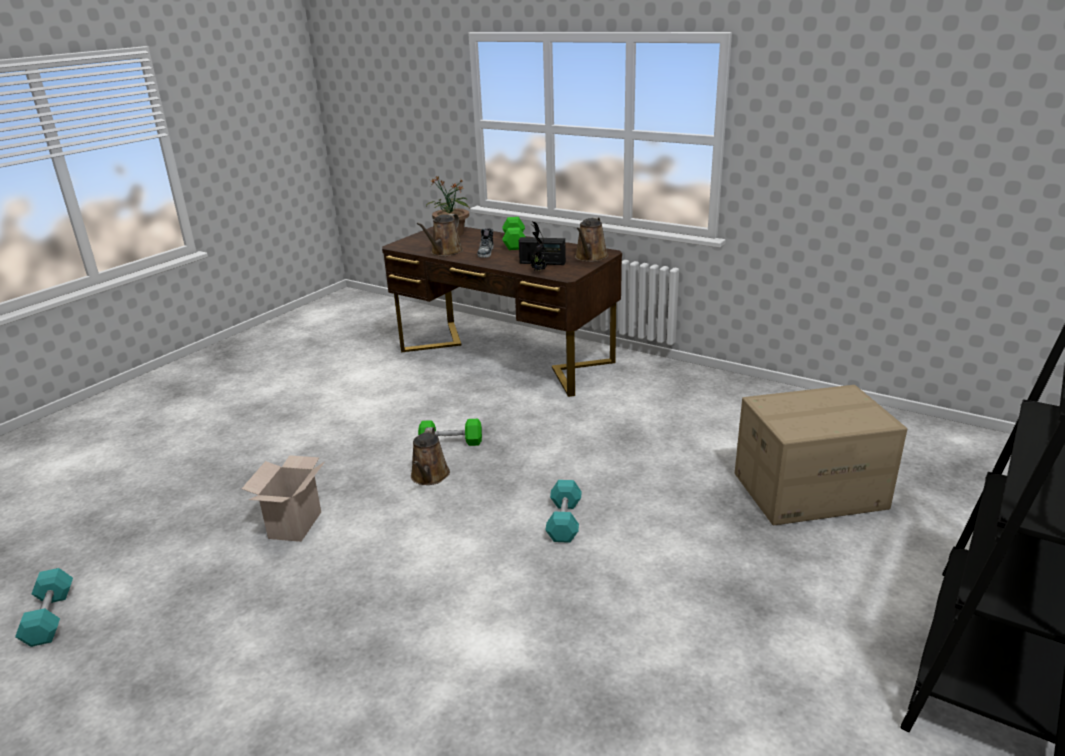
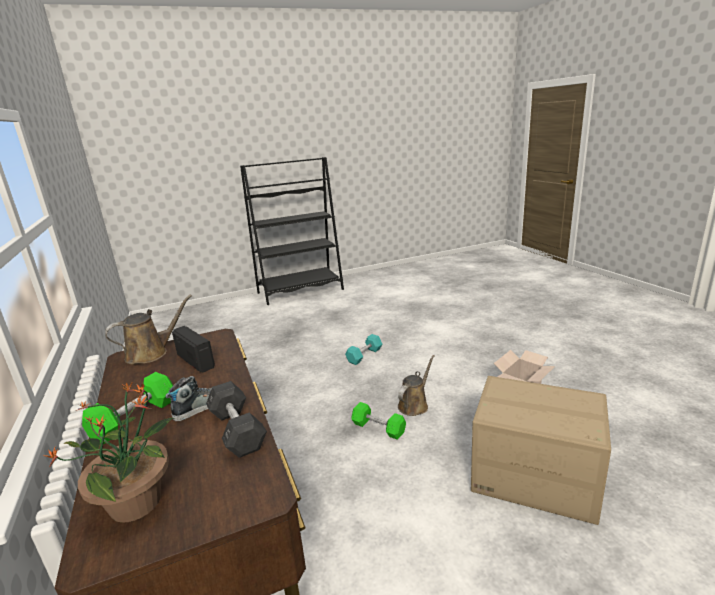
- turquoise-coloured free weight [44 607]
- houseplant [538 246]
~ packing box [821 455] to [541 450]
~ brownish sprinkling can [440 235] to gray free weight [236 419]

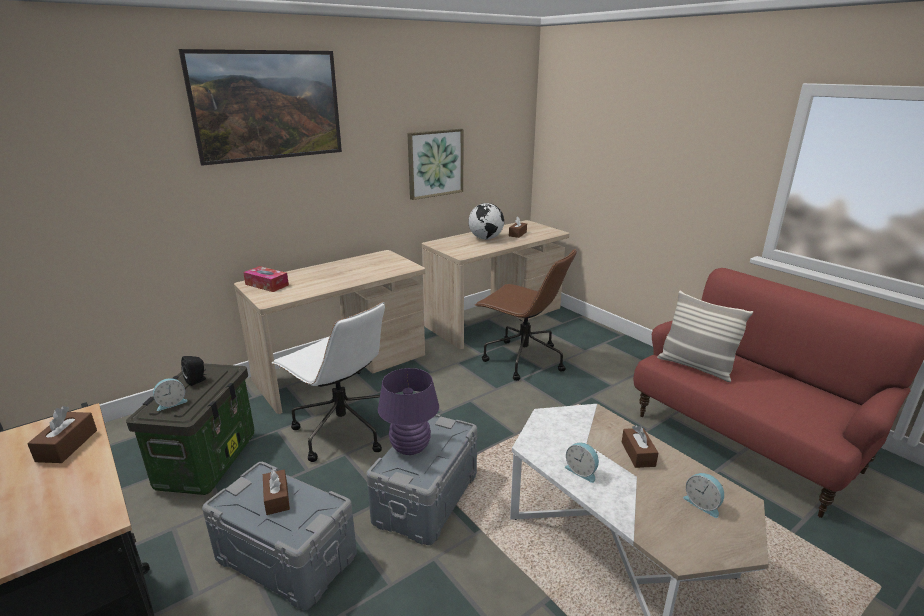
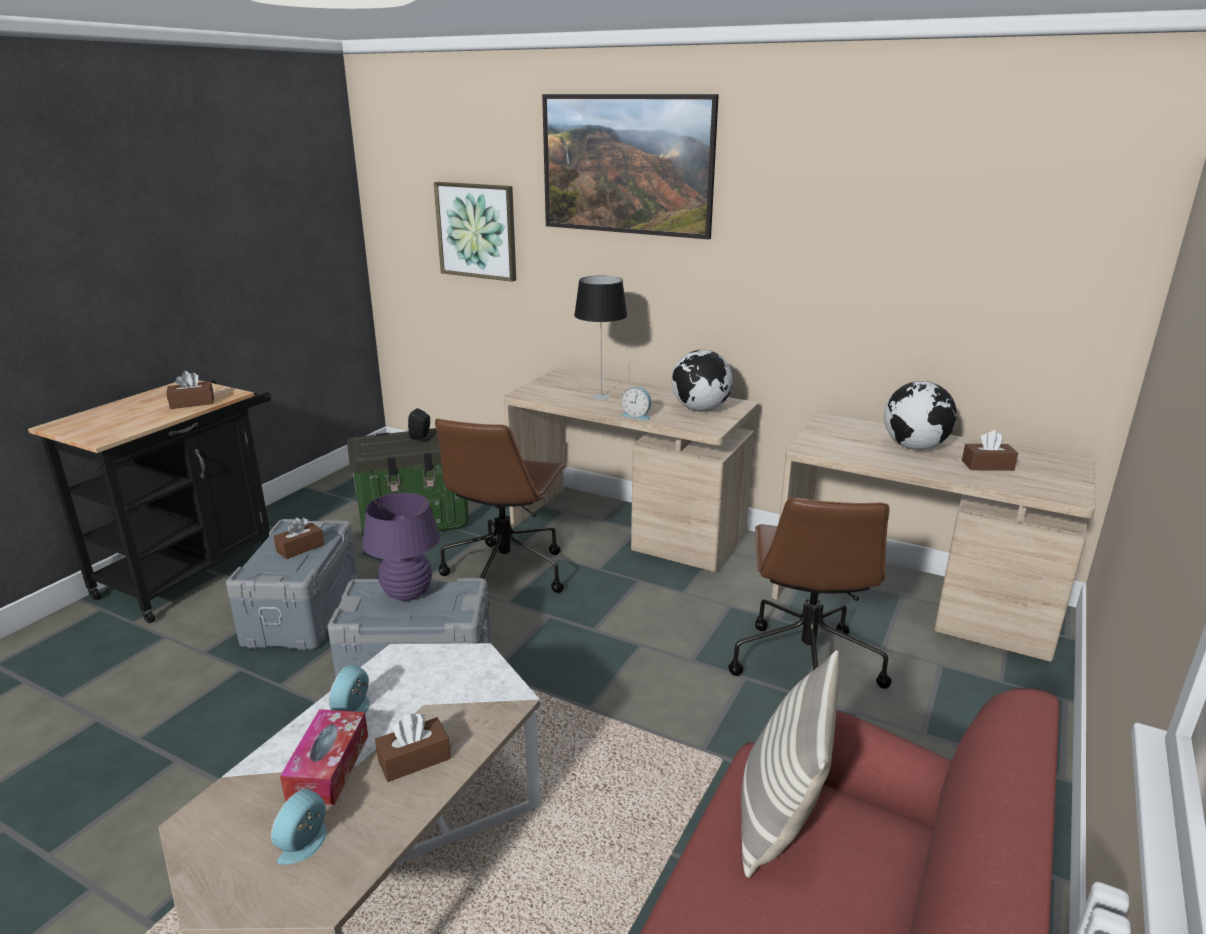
+ lamp for a table [600 338]
+ globe [702 380]
~ bedside clock [170 394] to [636 403]
~ tissue box [266 279] to [324 757]
~ wall picture [435 164] to [475 232]
~ whitish desk chair [328 382] to brownish desk chair [501 510]

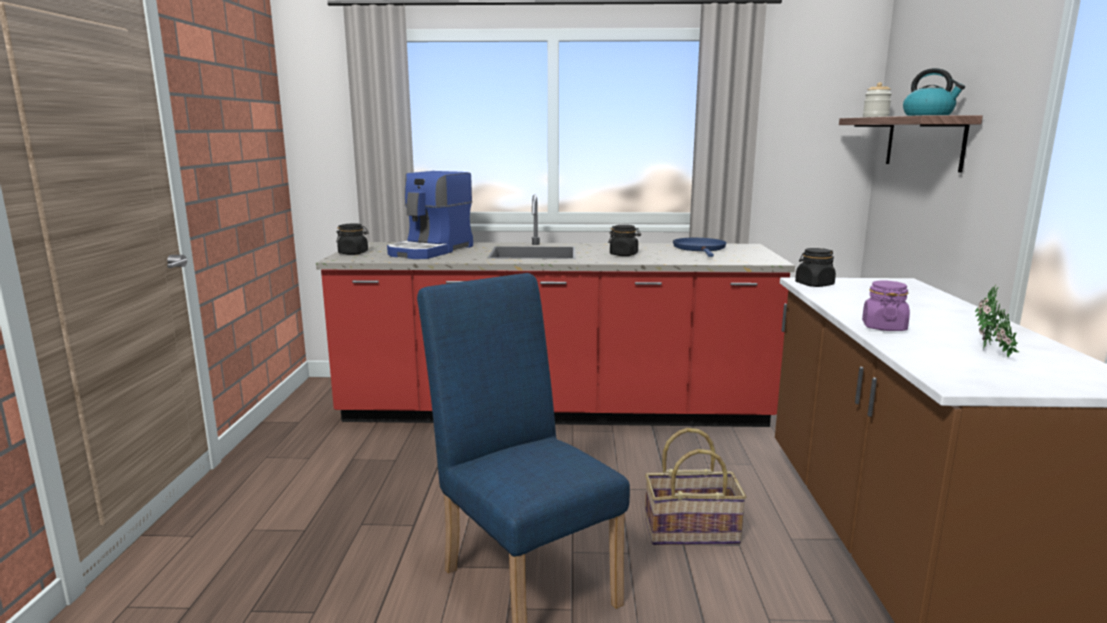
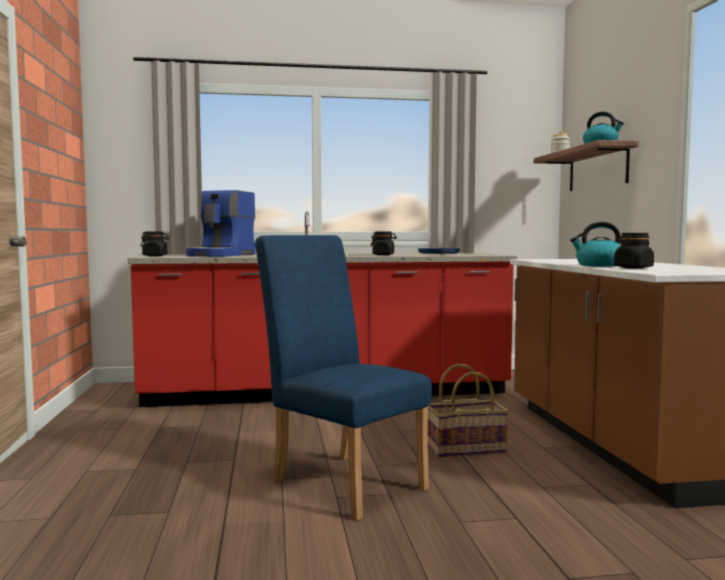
- houseplant [997 320]
~ blackish preserve jar [815 267] to [634 251]
~ purplish preserve jar [886 306] to tea kettle [595 244]

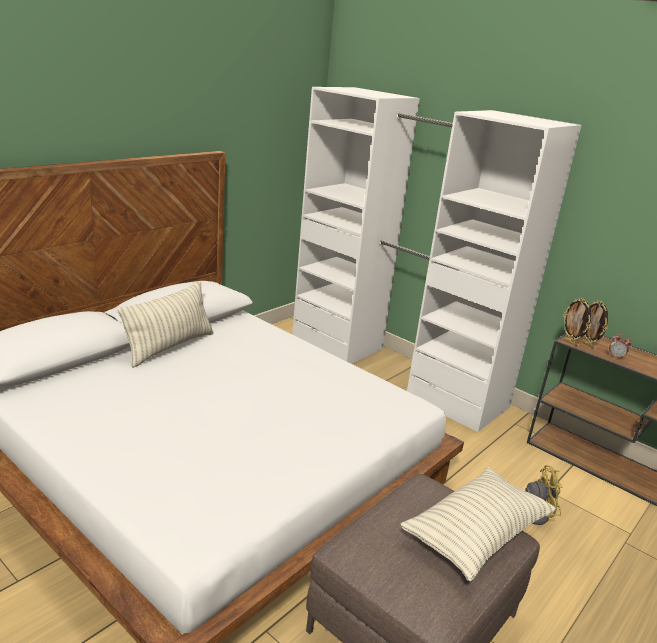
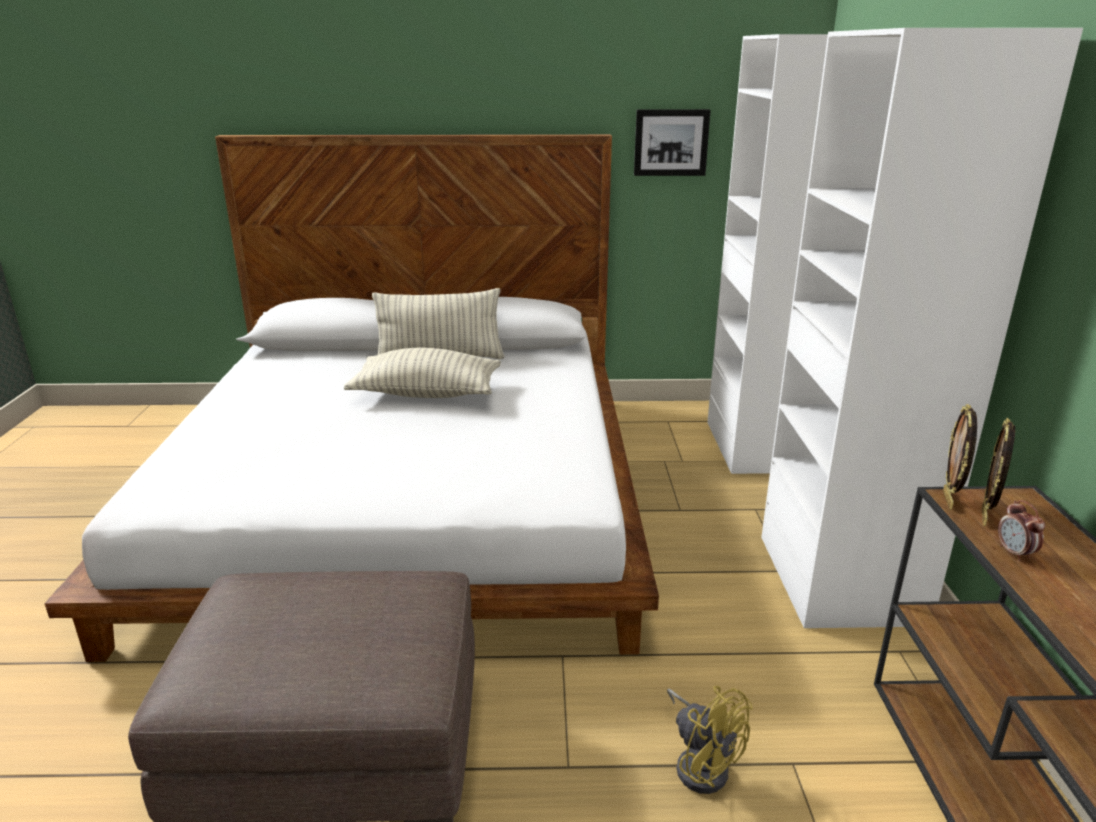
+ wall picture [672 142]
~ cushion [478 524] to [422 373]

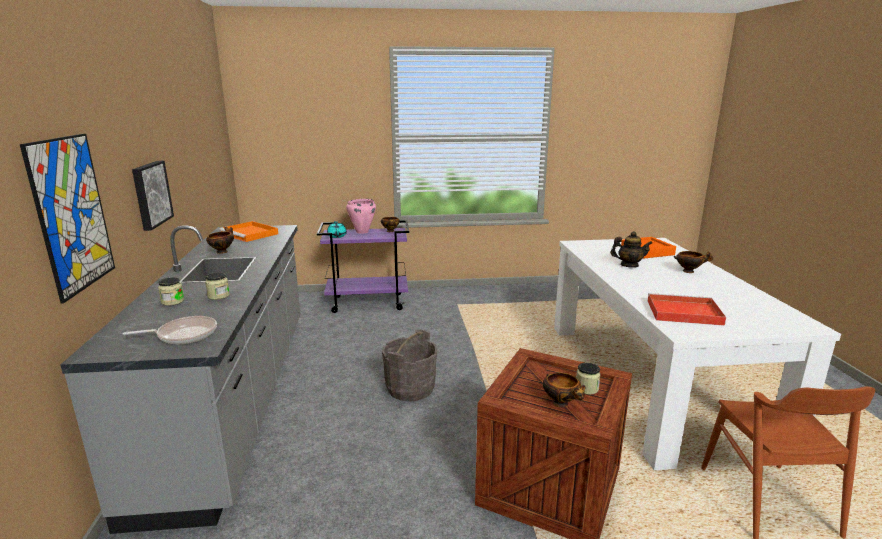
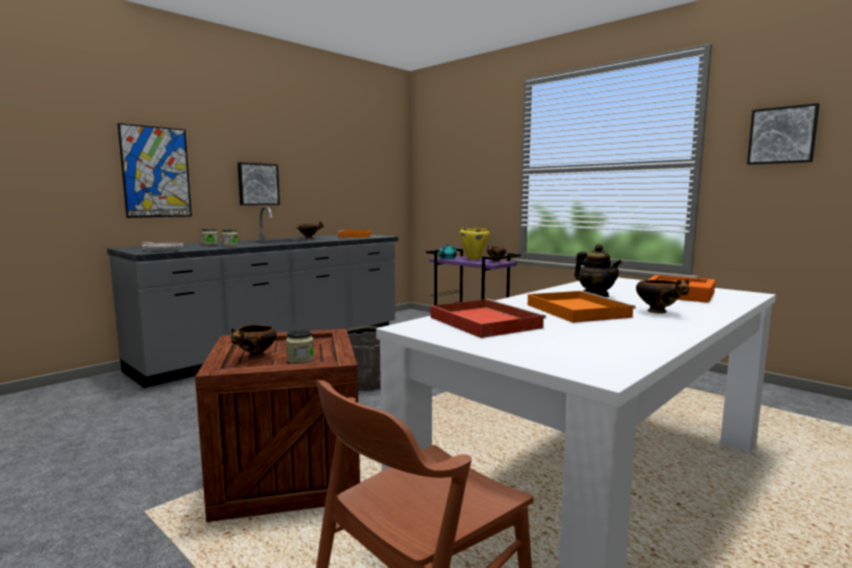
+ orangey tray [582 307]
+ wall picture [783 134]
~ pink cooking pot [361 216] to yellow cooking pot [474 243]

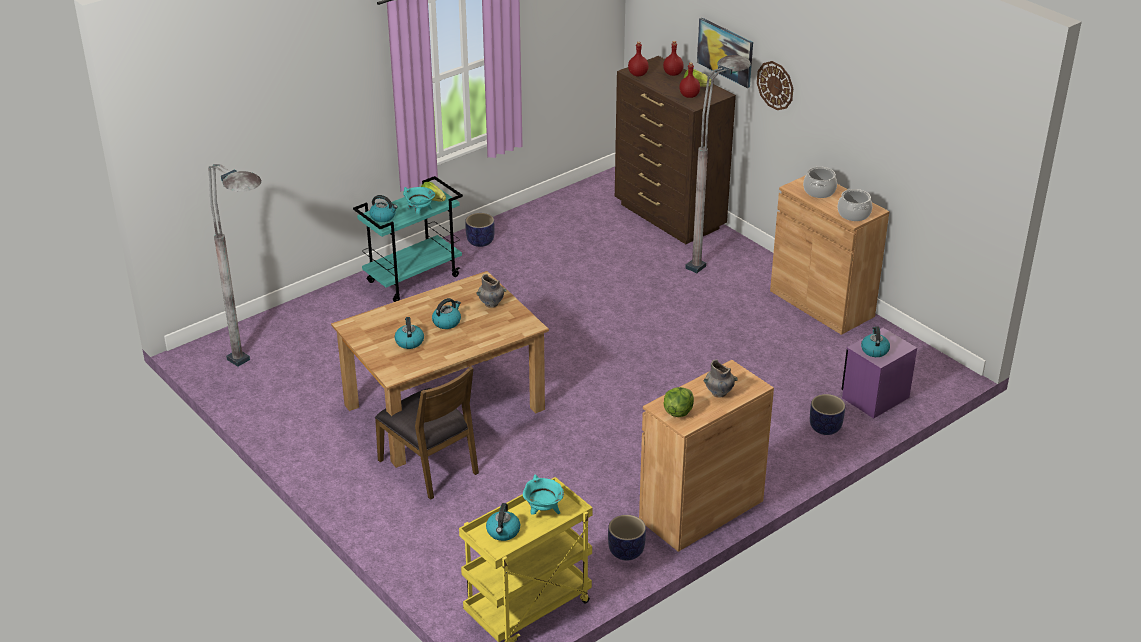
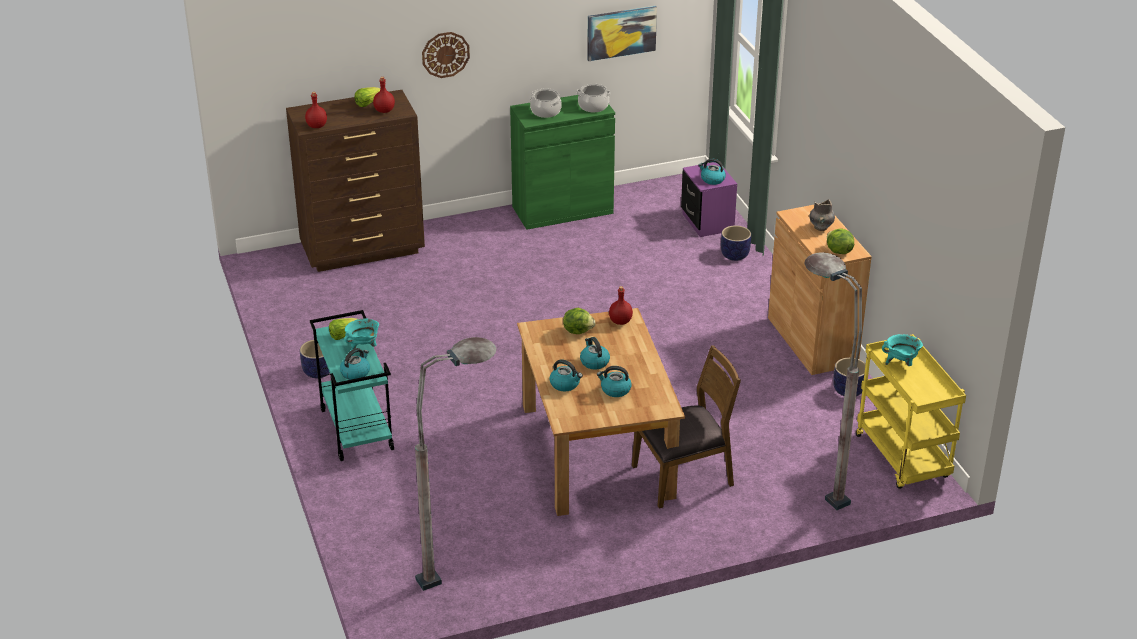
~ tea kettle [503 522] to [566 375]
~ reddish beverage bottle [673 58] to [621 305]
~ gray standard lamp [718 164] to [833 381]
~ wall picture [725 53] to [622 33]
~ gray vase [491 291] to lettuce [579 321]
~ brownish cabinet [829 255] to green cabinet [562 162]

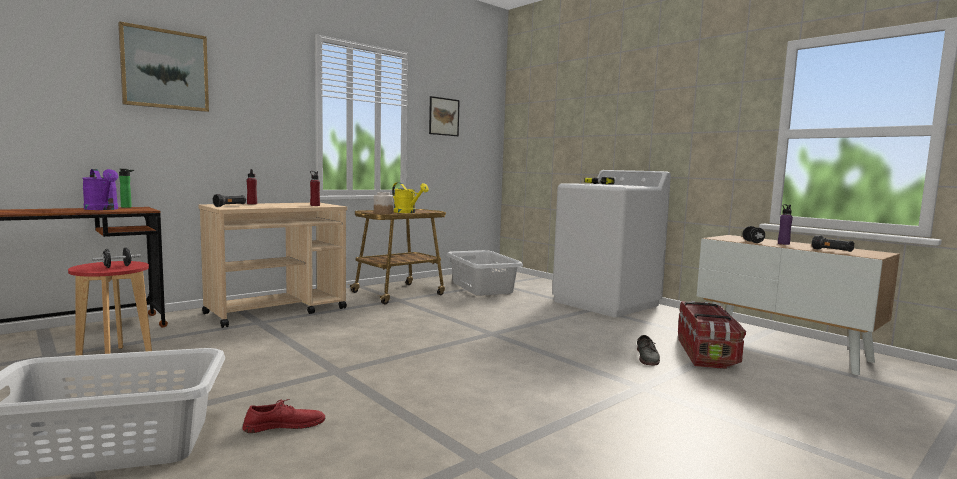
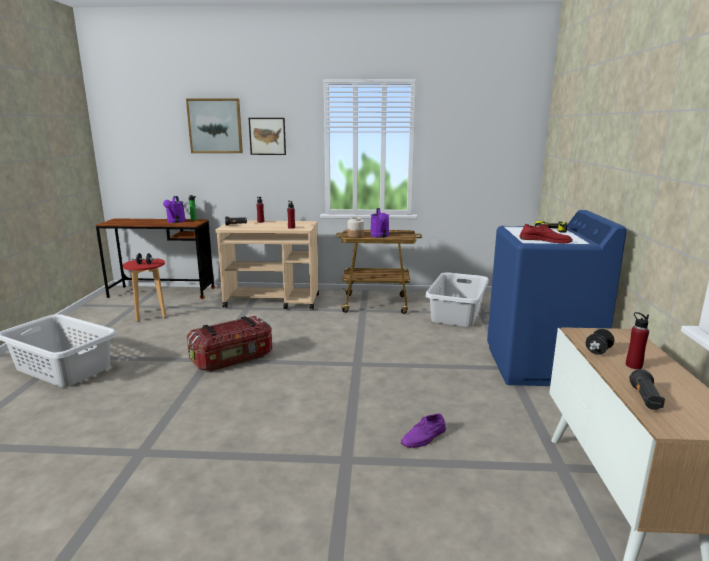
~ reddish item of footwear [283 416] to [546 234]
~ wall picture [444 116] to [267 136]
~ storage container [712 335] to [229 344]
~ yellow sprinkling can [410 197] to purplish sprinkling can [380 223]
~ whitish laundry appliance [611 243] to bluish laundry appliance [557 298]
~ gray item of footwear [648 350] to purplish item of footwear [423 431]
~ purplish beverage bottle [785 224] to reddish beverage bottle [637 340]

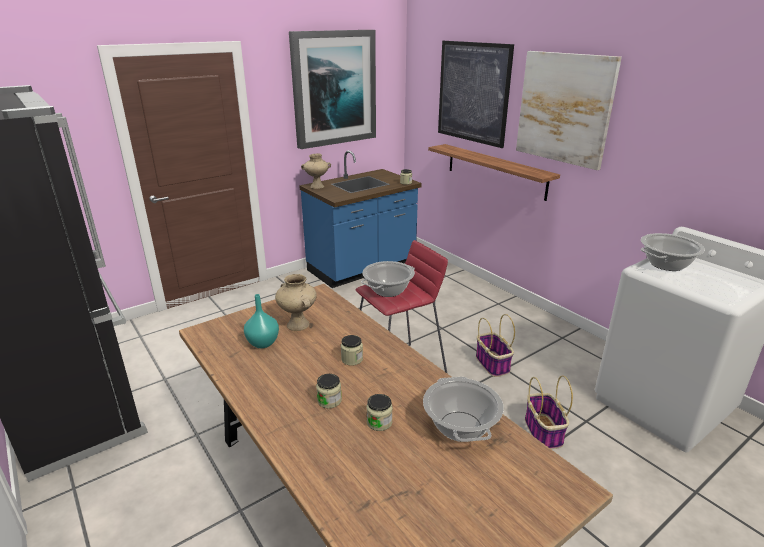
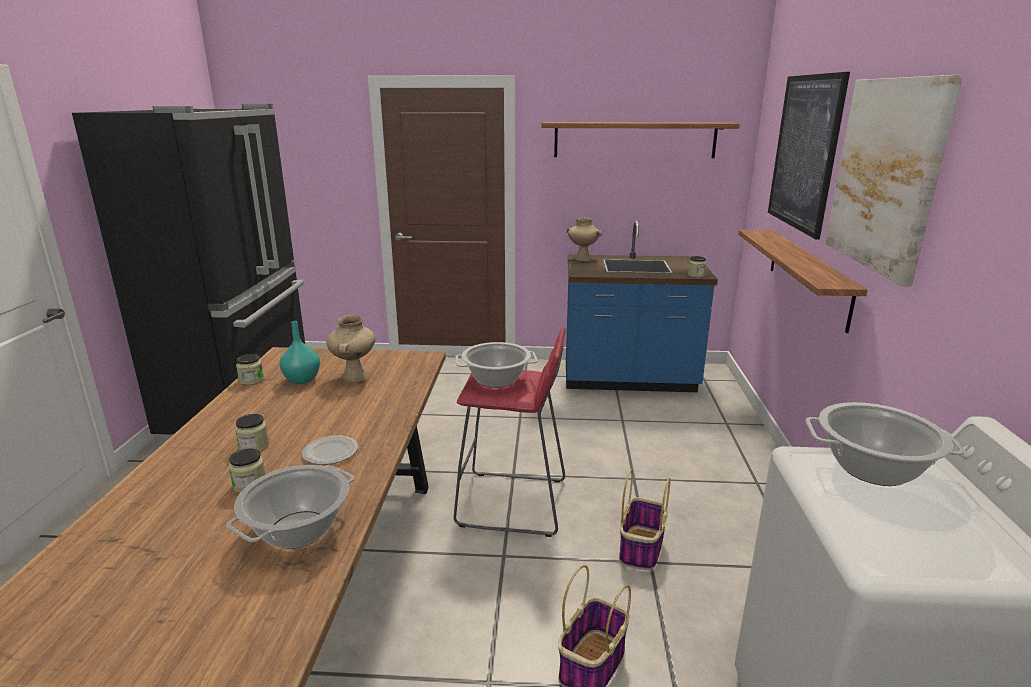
+ plate [330 450]
~ preserve jar [352 350] to [250 369]
~ wall picture [332 89] to bracket shelf [641 140]

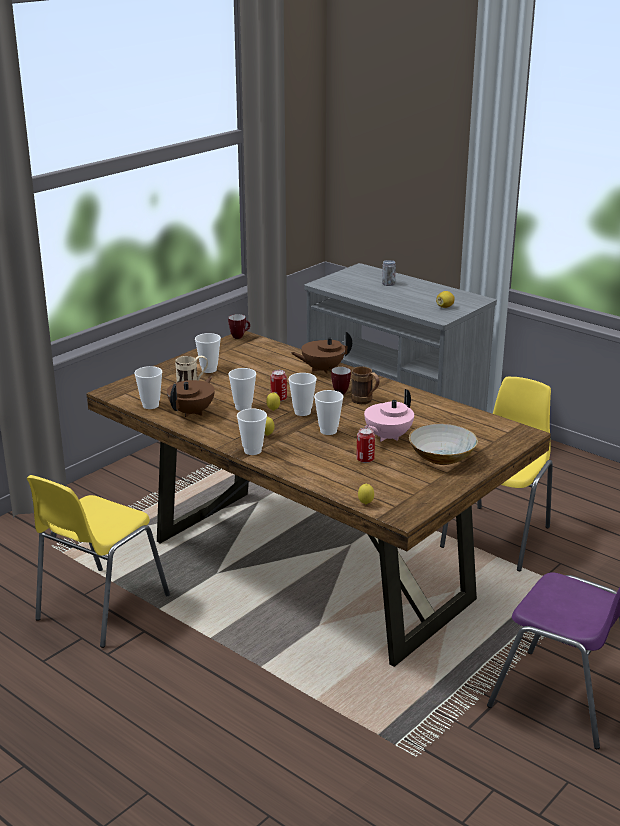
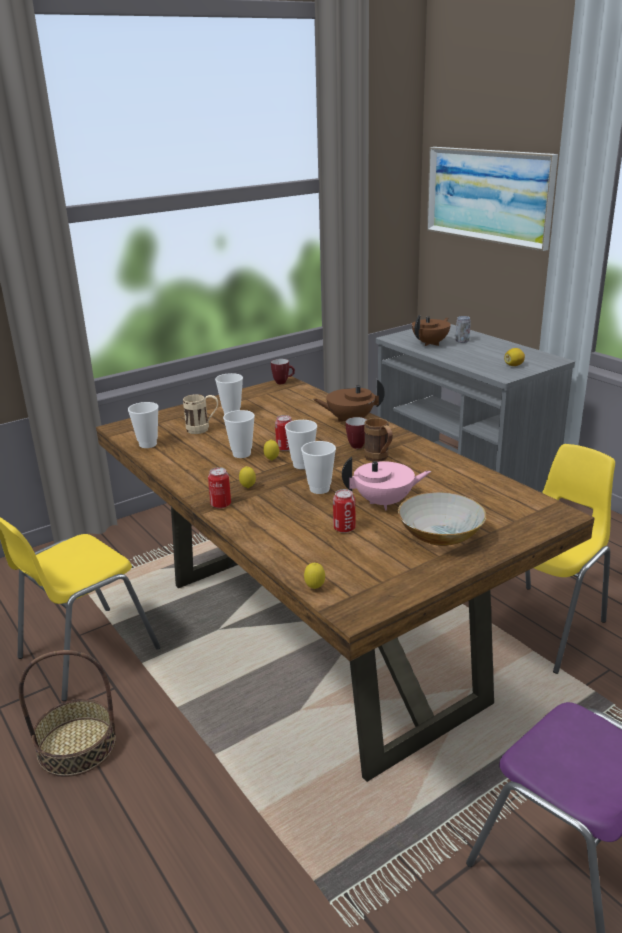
+ storage basket [67 713]
+ wall picture [492 199]
~ brownish tea pot [191 396] to [431 330]
~ cup [252 432] to sealed can [219 488]
~ pink tea pot [389 415] = [386 484] 150 degrees counterclockwise

